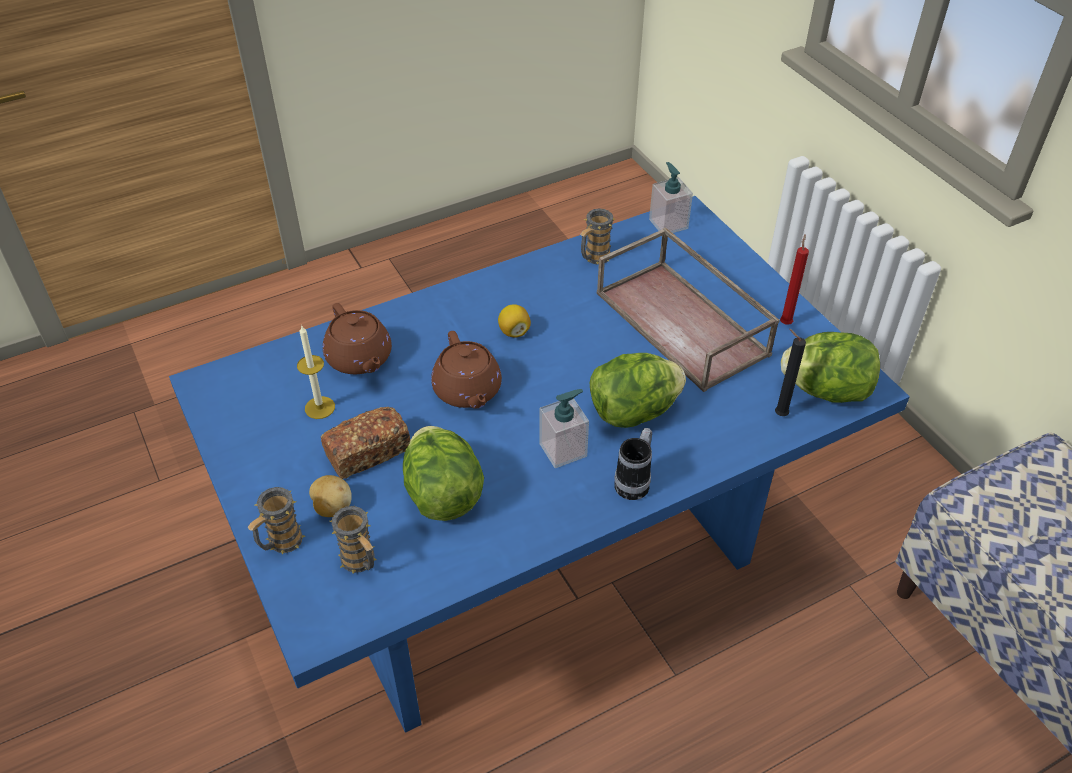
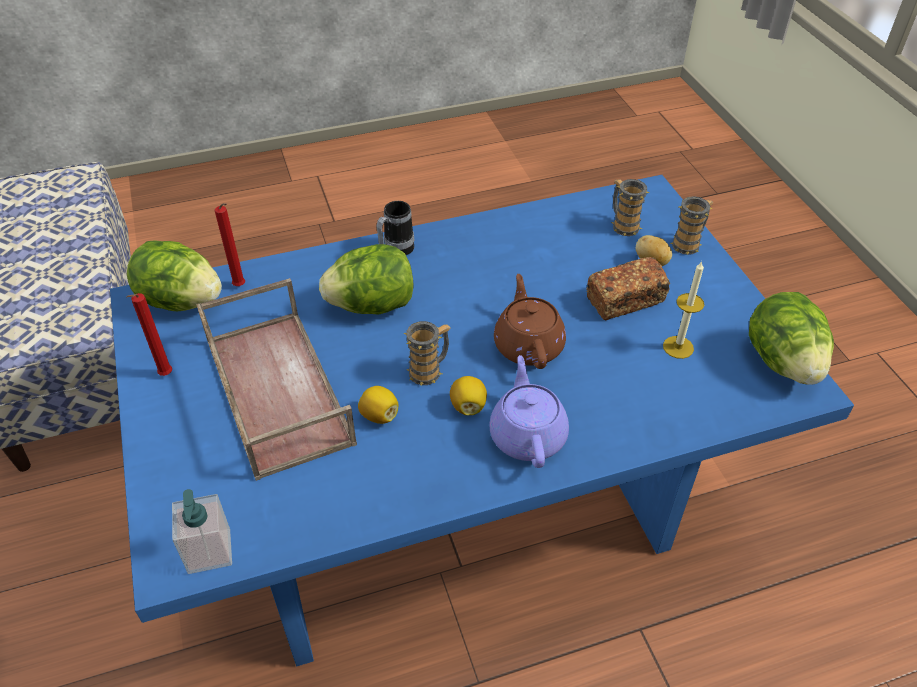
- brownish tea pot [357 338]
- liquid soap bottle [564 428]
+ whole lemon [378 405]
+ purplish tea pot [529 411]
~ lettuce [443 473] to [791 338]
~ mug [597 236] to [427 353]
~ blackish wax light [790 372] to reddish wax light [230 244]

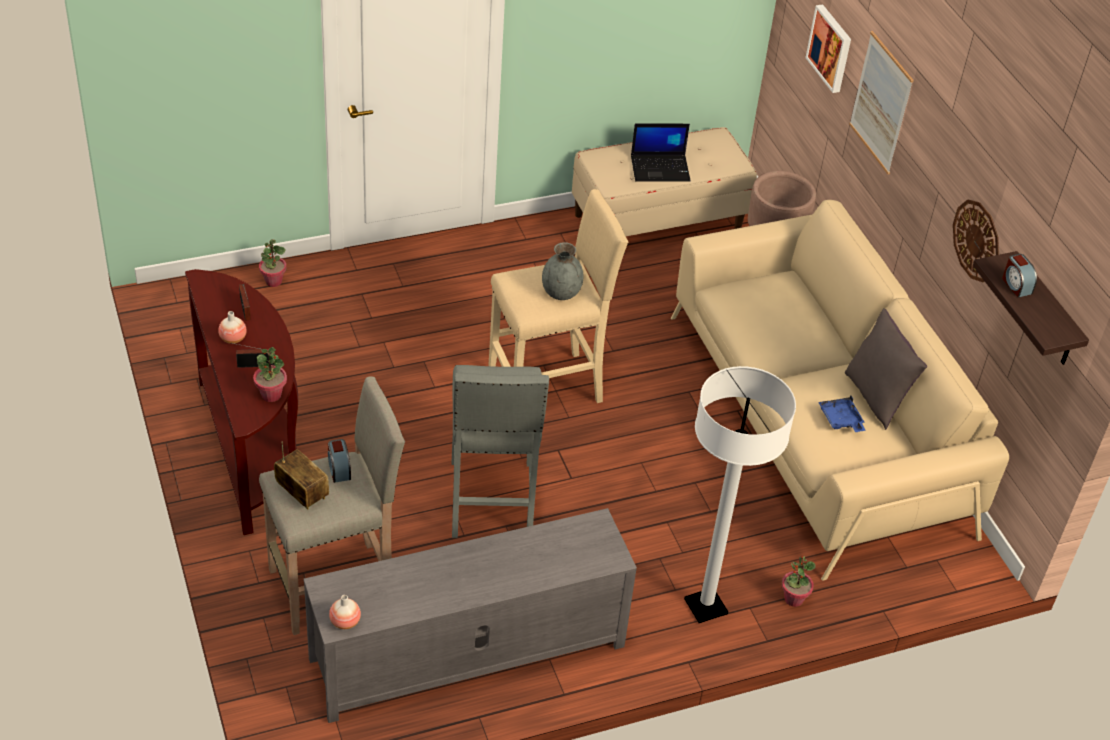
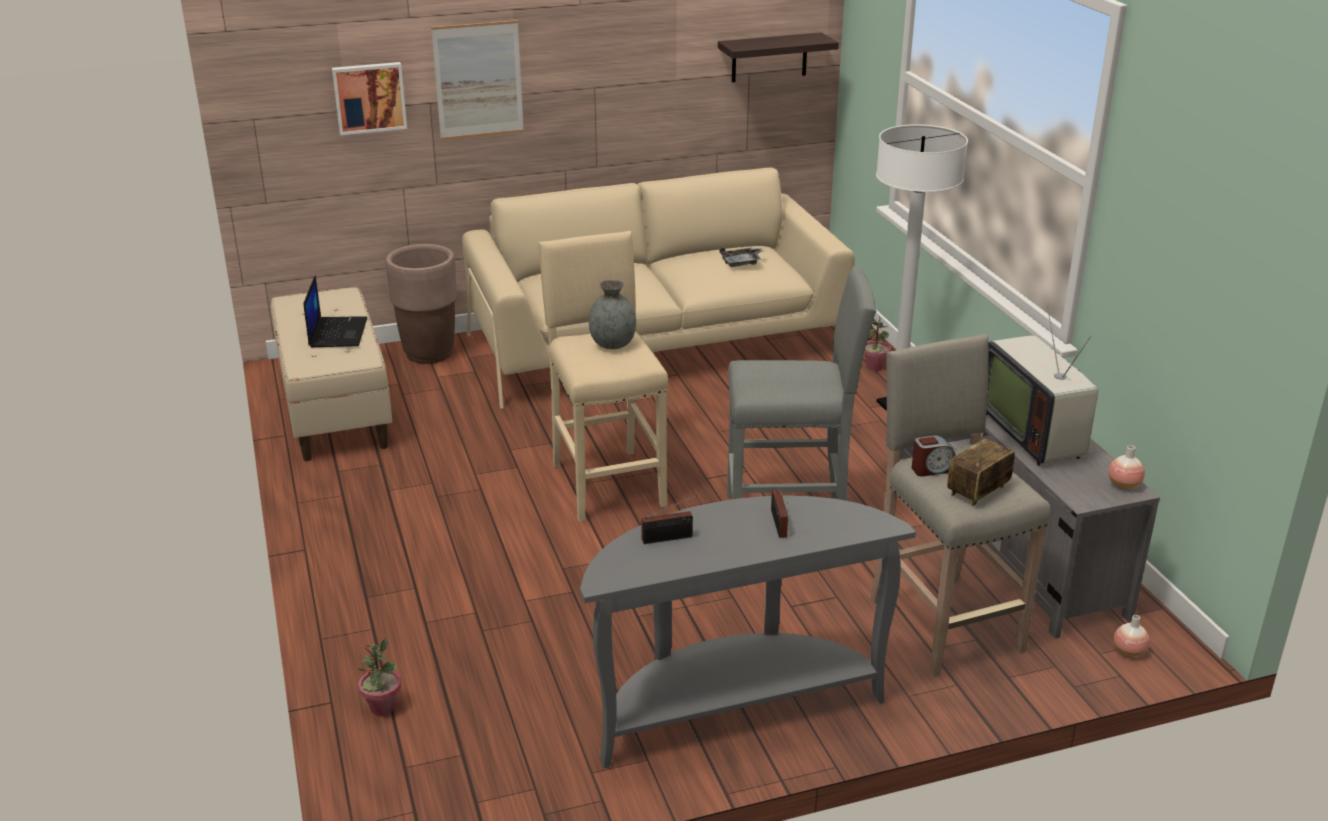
- houseplant [270 374]
- gray cushion [886 369]
- wall clock [976 241]
- bedside clock [1019 275]
+ TV [1042 386]
~ vase [232 327] to [1131 636]
~ brownish hall table [241 402] to gray hall table [748 631]
~ bluish tray [841 414] to gray tray [741 257]

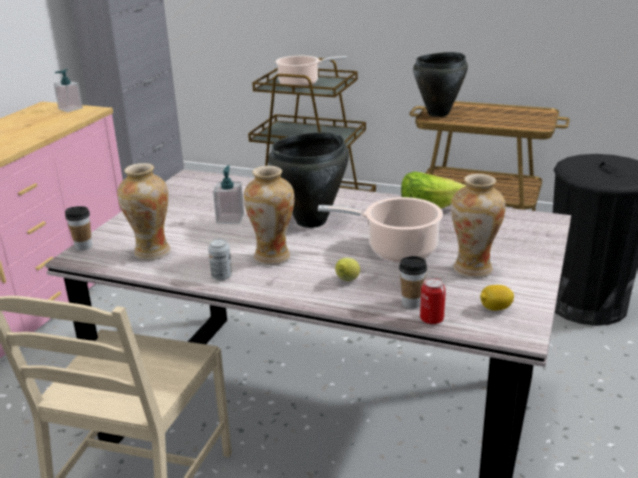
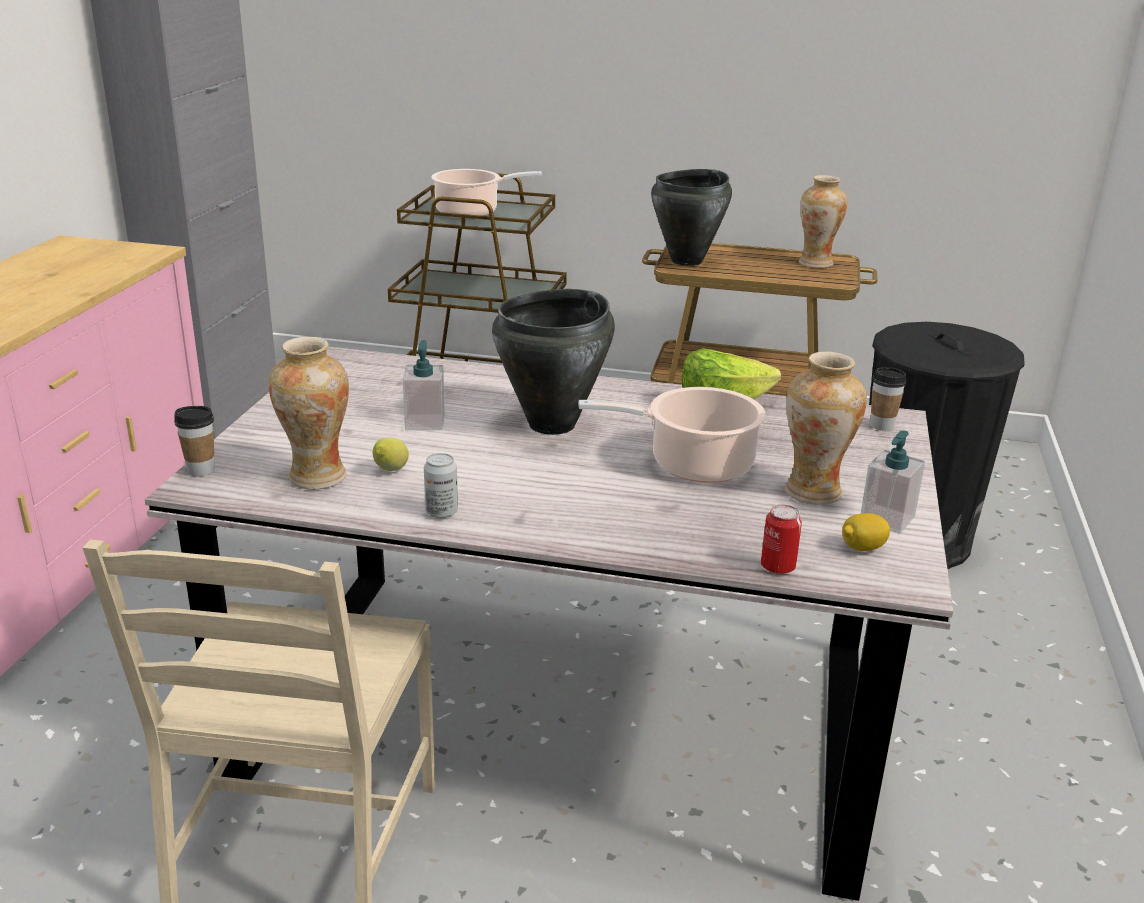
~ liquid soap bottle [68 90] to [893 482]
~ vase [269 215] to [823 221]
~ whole lemon [347 269] to [391 454]
~ cup [413 282] to [888 399]

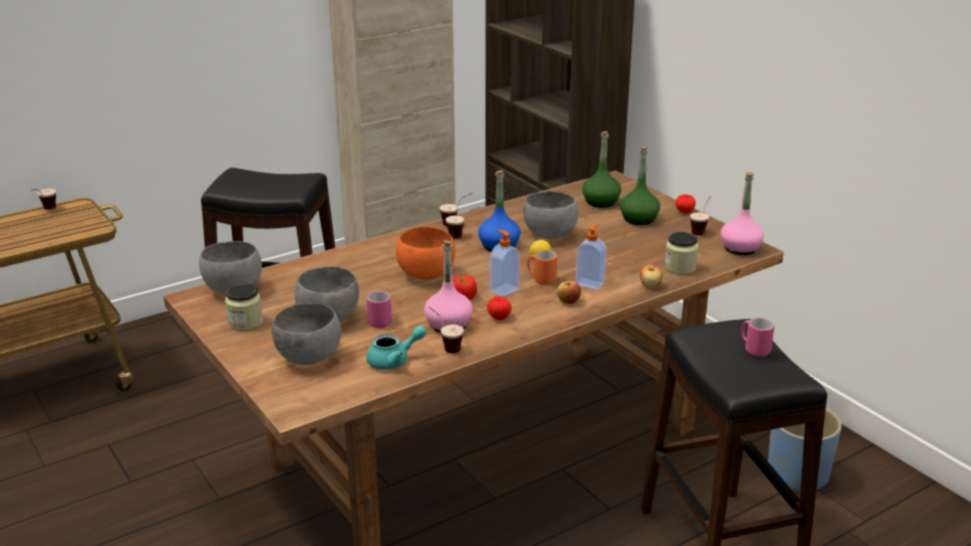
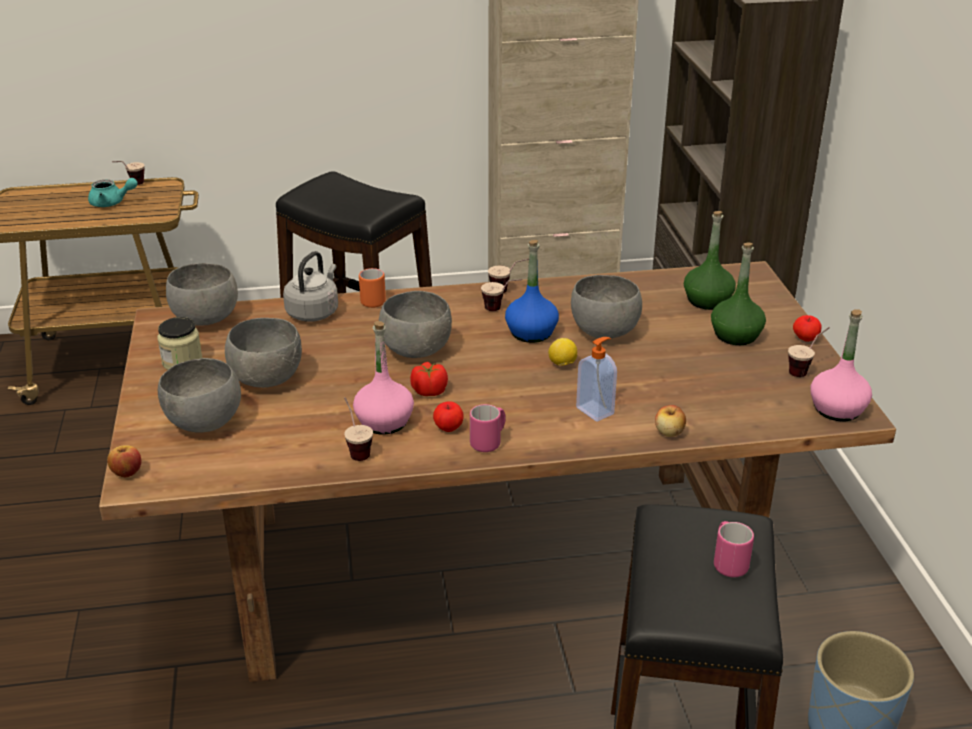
- liquid soap bottle [505 263]
- preserve jar [681 253]
+ gray tea kettle [310 286]
~ turquoise-coloured tea pot [396 348] to [113 192]
~ pink mug [379 309] to [488 428]
~ orangey mug [542 267] to [372 288]
~ whole apple [569 292] to [124 461]
~ orangey deep dish [425 253] to gray deep dish [415 324]

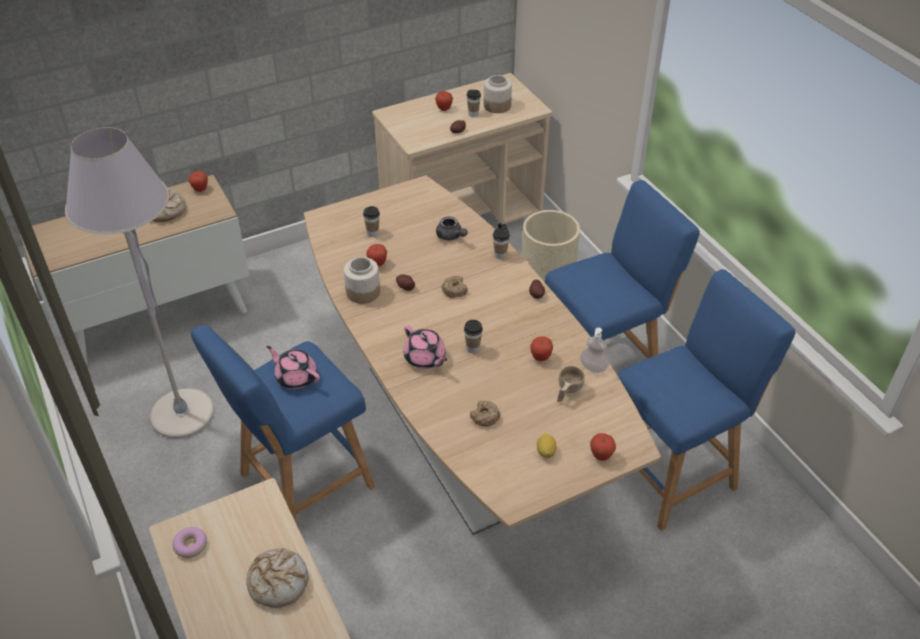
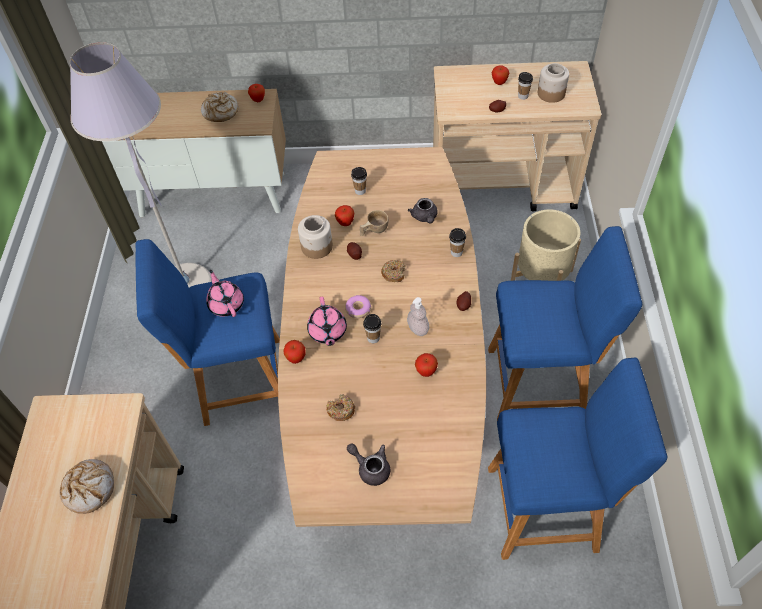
~ doughnut [190 542] to [358 306]
~ sand-coloured cup [571 384] to [374 223]
~ liquid soap bottle [594 350] to [418 316]
~ whole apple [603 447] to [294 352]
~ whole lemon [546 445] to gray tea pot [368 465]

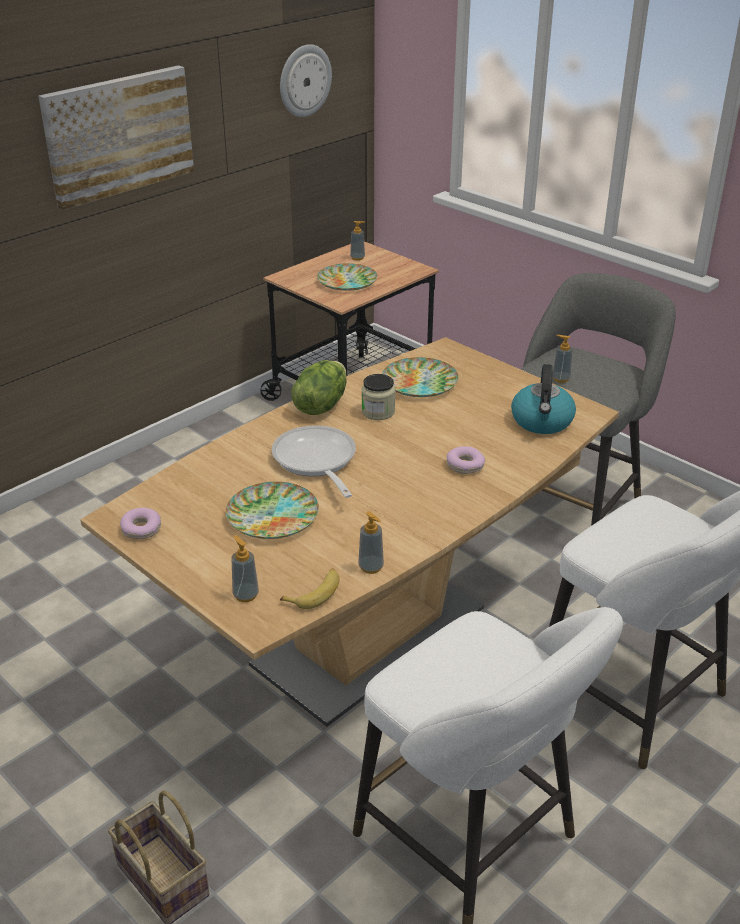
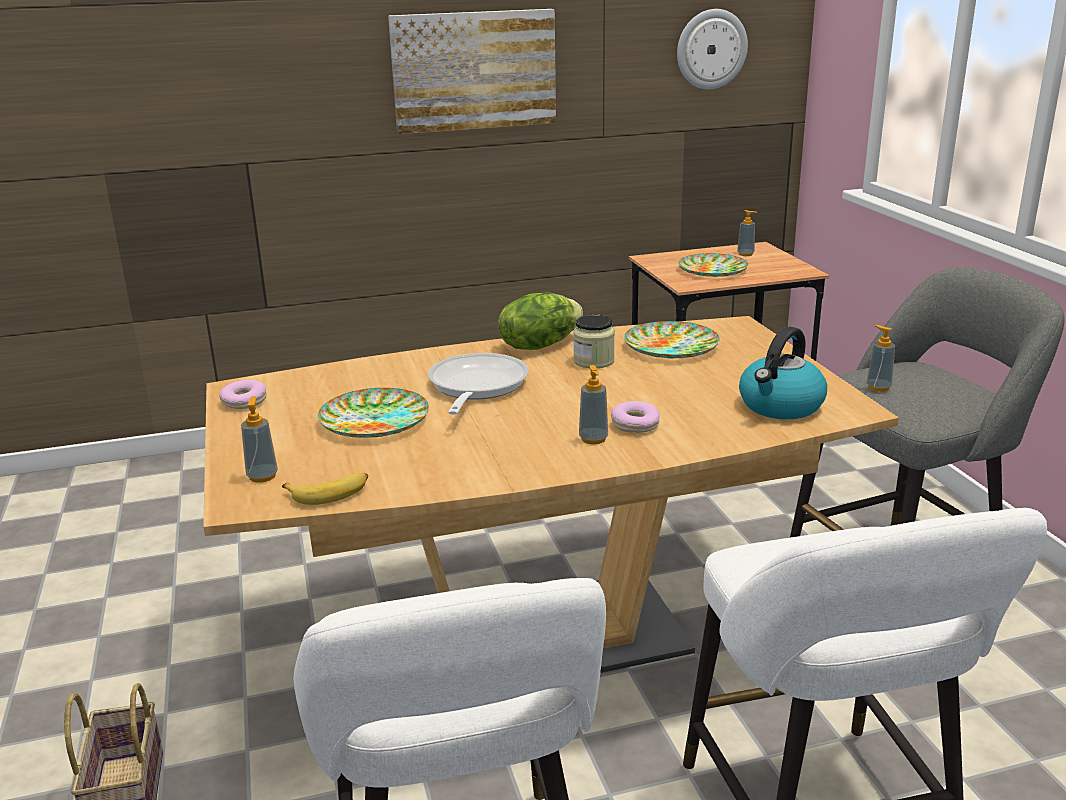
~ liquid soap bottle [371 542] to [593 404]

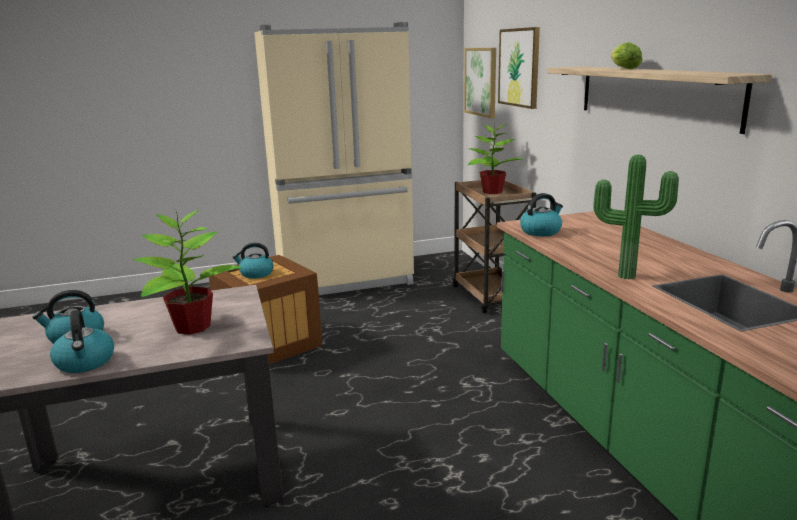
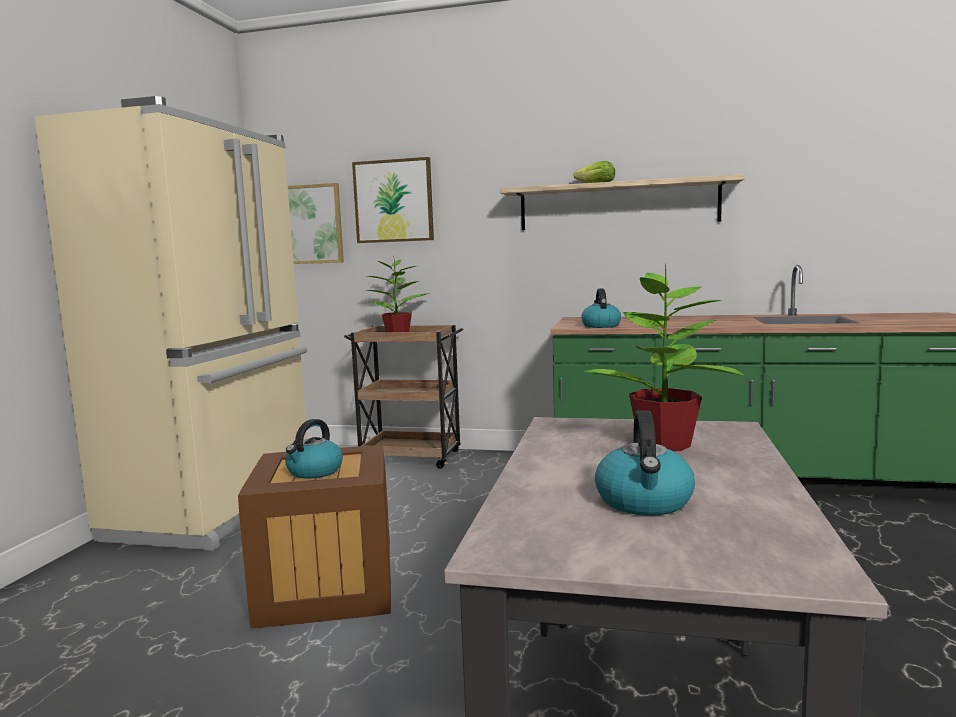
- tea kettle [82 341]
- houseplant [636 217]

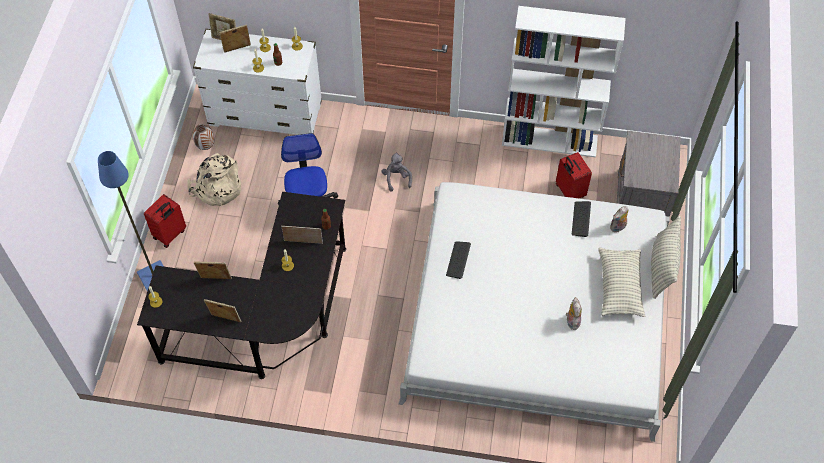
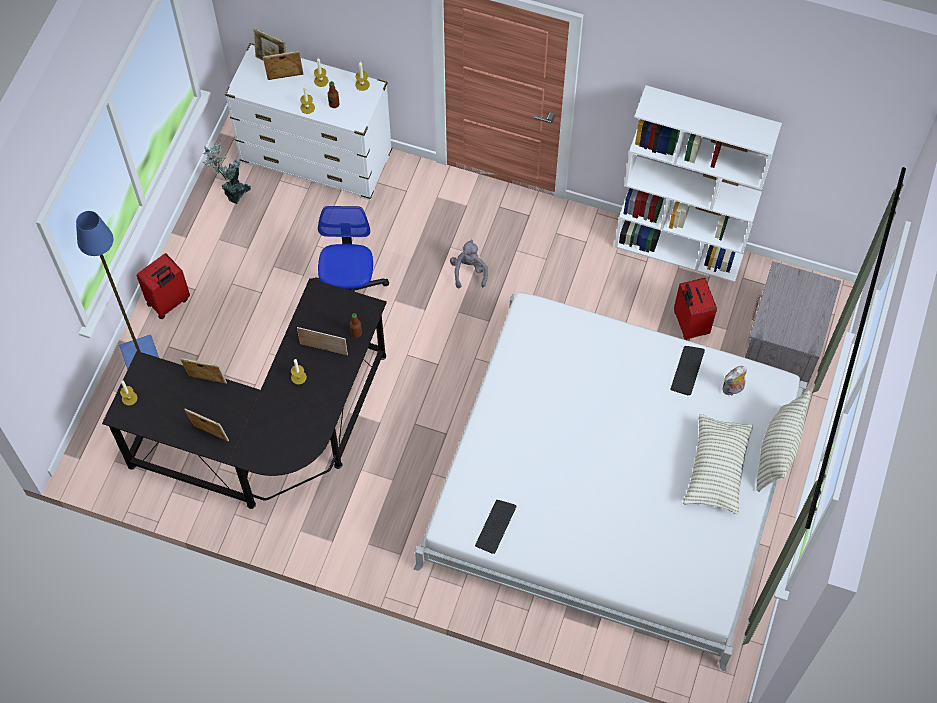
- sand-coloured knapsack [214 179]
- cuddly toy [574 313]
~ computer keyboard [458 260] to [496 527]
~ vase [204 137] to houseplant [226 172]

